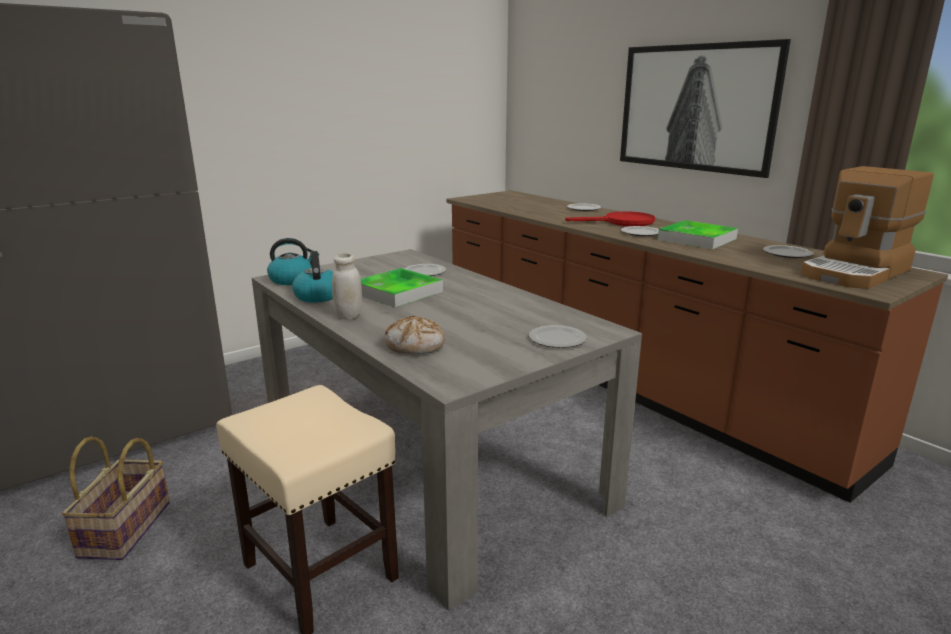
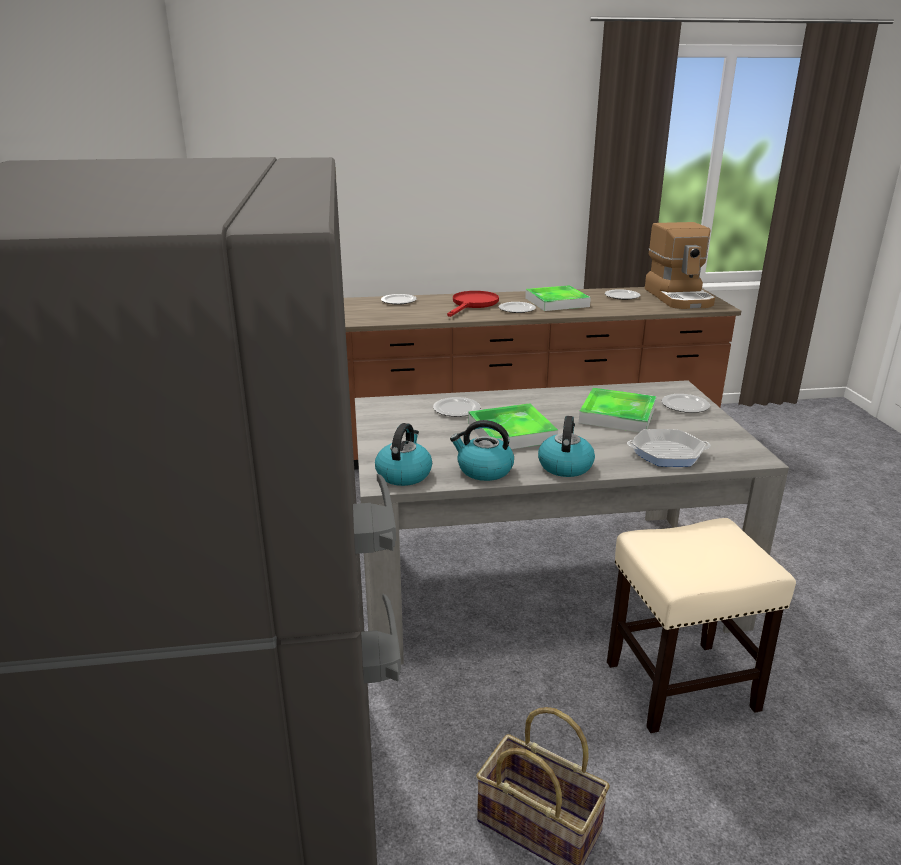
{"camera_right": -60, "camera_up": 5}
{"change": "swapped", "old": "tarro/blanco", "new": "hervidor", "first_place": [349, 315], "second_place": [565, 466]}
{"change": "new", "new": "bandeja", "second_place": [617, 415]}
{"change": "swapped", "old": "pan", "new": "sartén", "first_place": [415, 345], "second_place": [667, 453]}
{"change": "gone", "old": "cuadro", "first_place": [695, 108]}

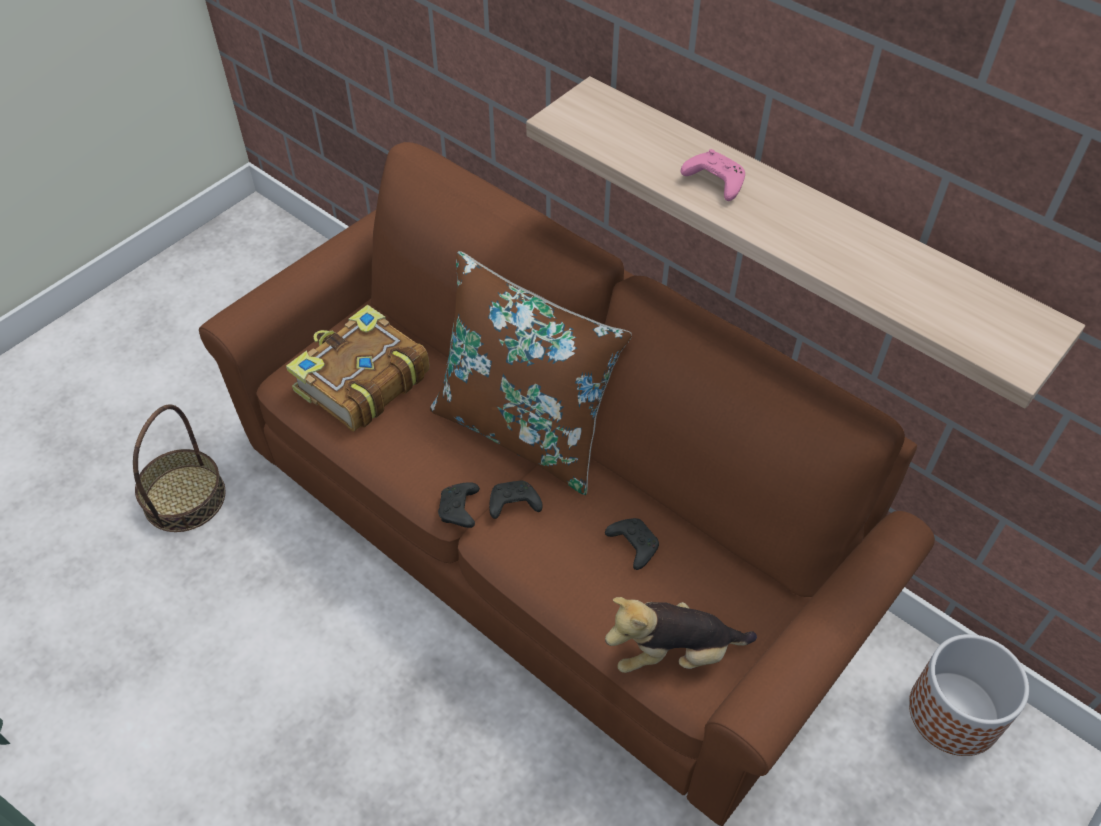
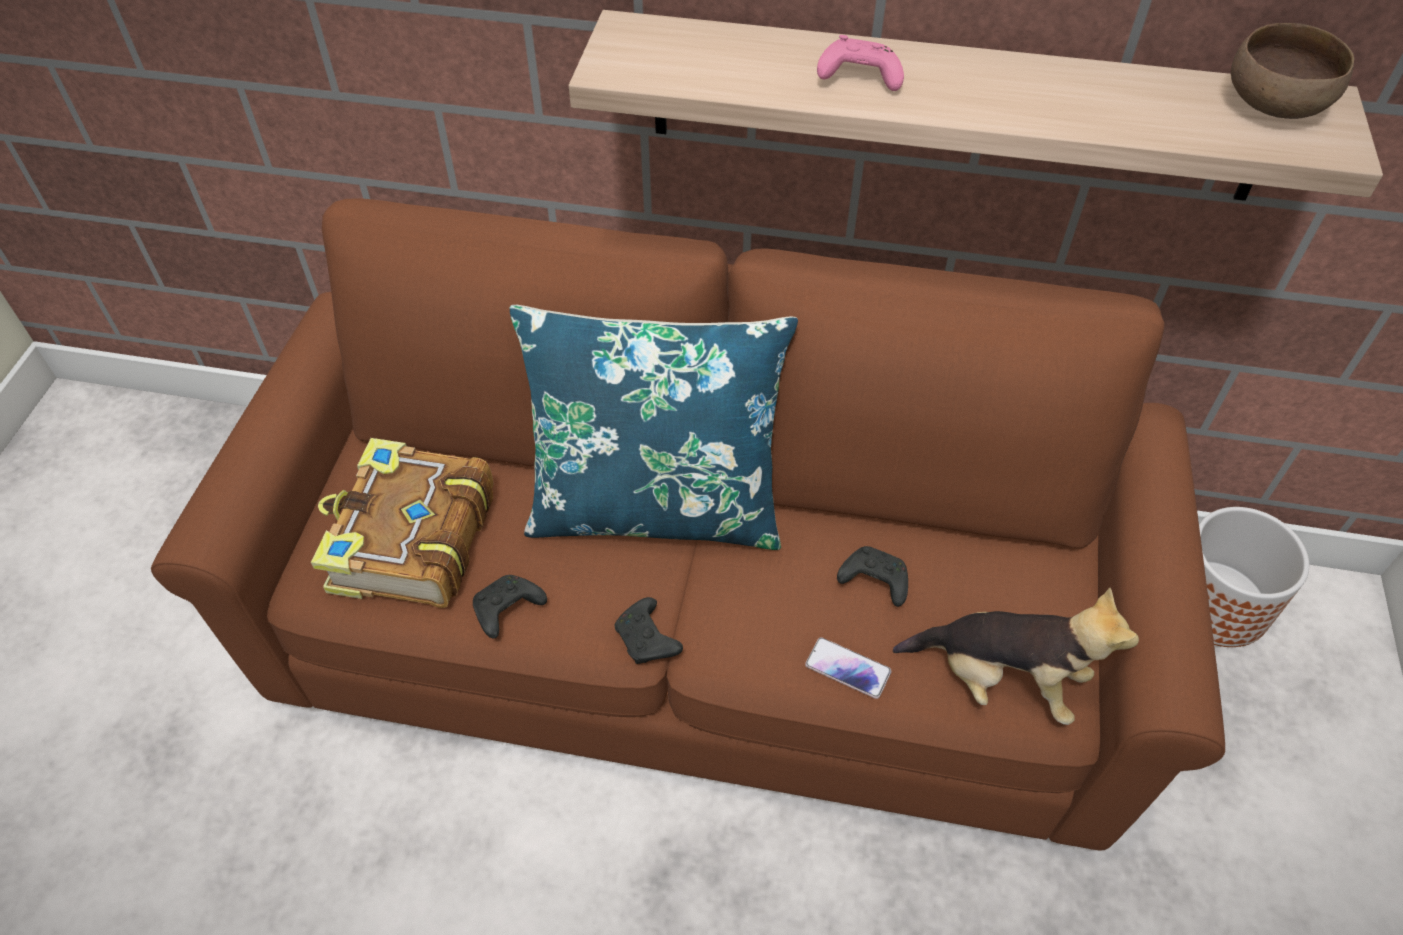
{"camera_right": -30, "camera_up": 0}
{"change": "shifted", "old": "mando de consola/negro", "first_place": [512, 505], "second_place": [506, 611]}
{"change": "repainted", "old": "cojín/marrón", "new": "cojín/azul", "first_place": [524, 430], "second_place": [656, 507]}
{"change": "new", "new": "móvil", "second_place": [848, 668]}
{"change": "rotated", "old": "peluche", "first_place": [673, 653], "second_place": [1002, 680], "degrees": -120}
{"change": "new", "new": "cuenco/marrón", "second_place": [1274, 107]}
{"change": "gone", "old": "cesta", "first_place": [184, 498]}

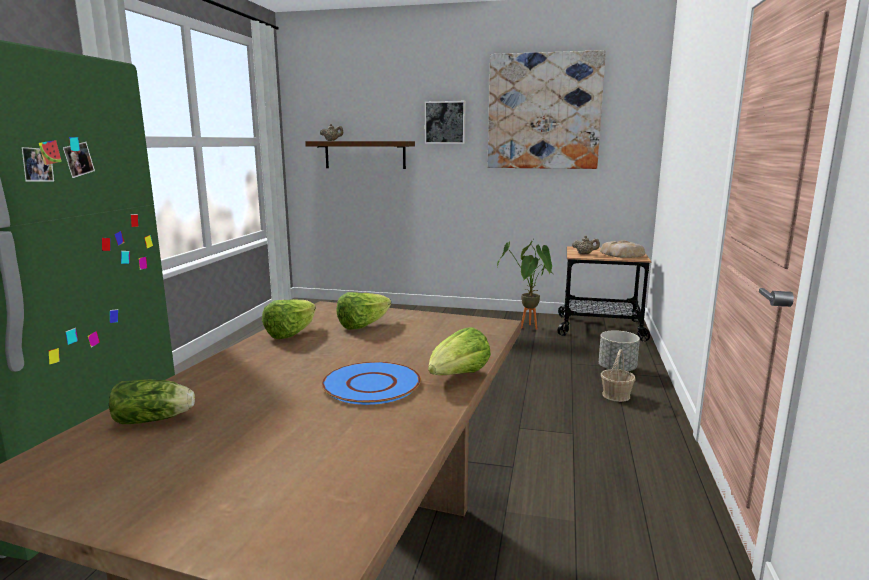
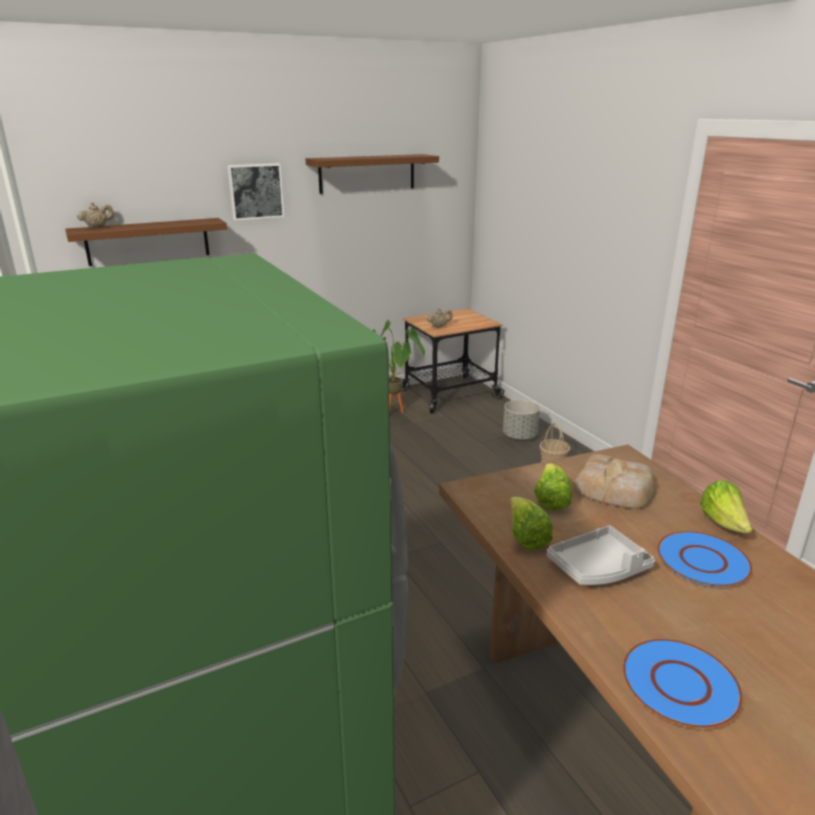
{"camera_right": -40, "camera_up": 10}
{"change": "swapped", "old": "cuadro", "new": "estante/marrón", "first_place": [544, 111], "second_place": [367, 173]}
{"change": "new", "new": "bandeja/gris", "second_place": [599, 568]}
{"change": "shifted", "old": "pan", "first_place": [622, 254], "second_place": [615, 488]}
{"change": "swapped", "old": "lechuga", "new": "plato/azul", "first_place": [156, 419], "second_place": [679, 684]}

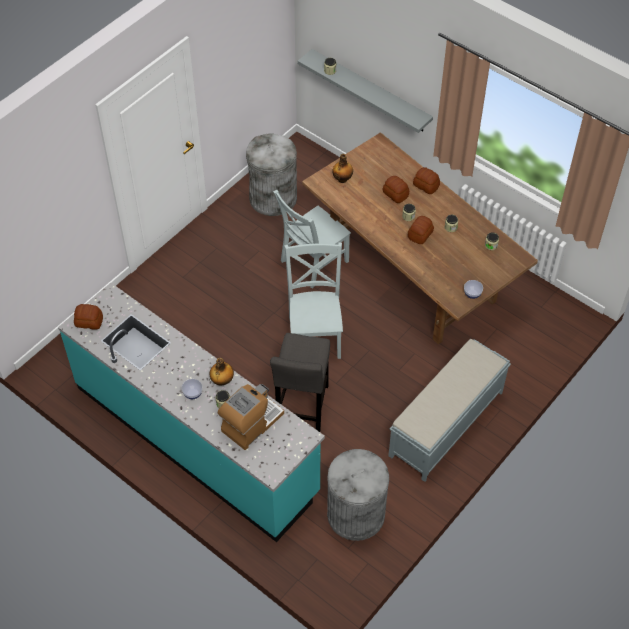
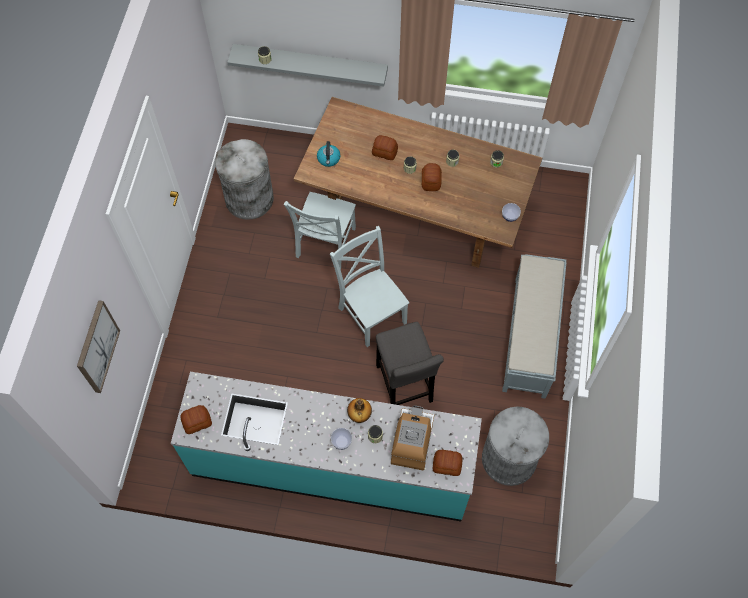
{"camera_right": -30, "camera_up": 10}
{"change": "new", "new": "cuadro", "second_place": [97, 347]}
{"change": "swapped", "old": "botella", "new": "hervidor", "first_place": [342, 179], "second_place": [329, 159]}
{"change": "shifted", "old": "pan", "first_place": [426, 185], "second_place": [446, 464]}

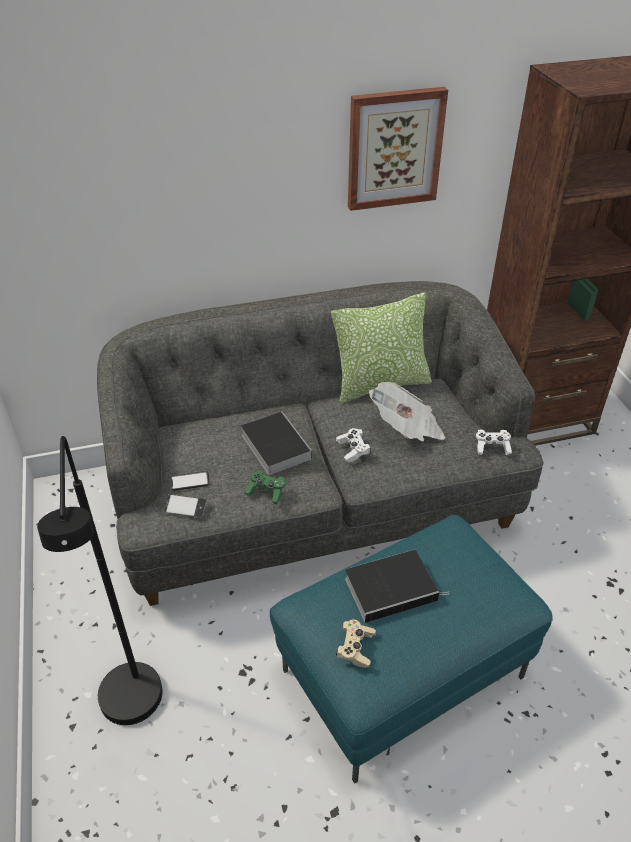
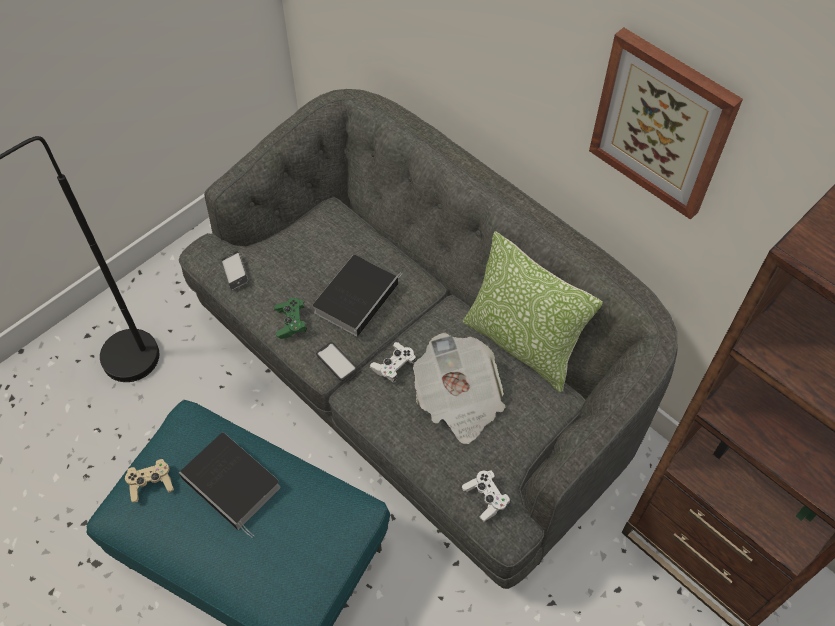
{"camera_right": 60, "camera_up": 15}
{"change": "shifted", "old": "móvil", "first_place": [189, 481], "second_place": [336, 361]}

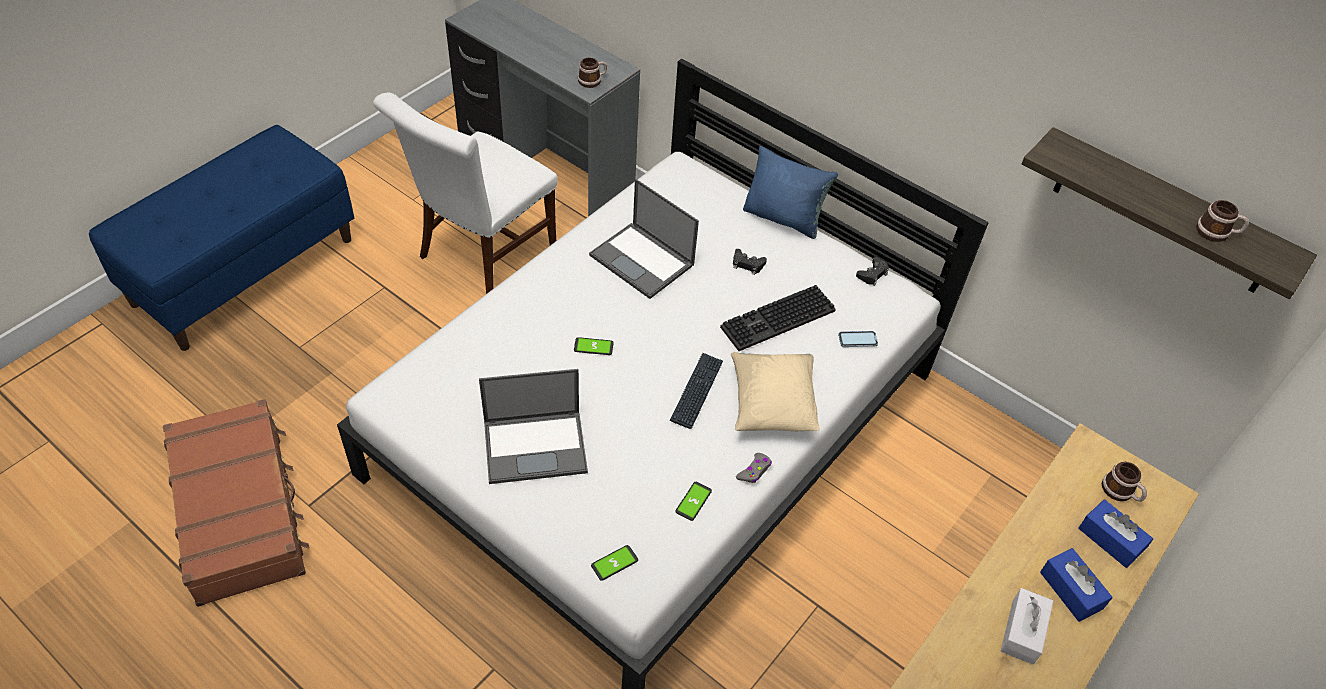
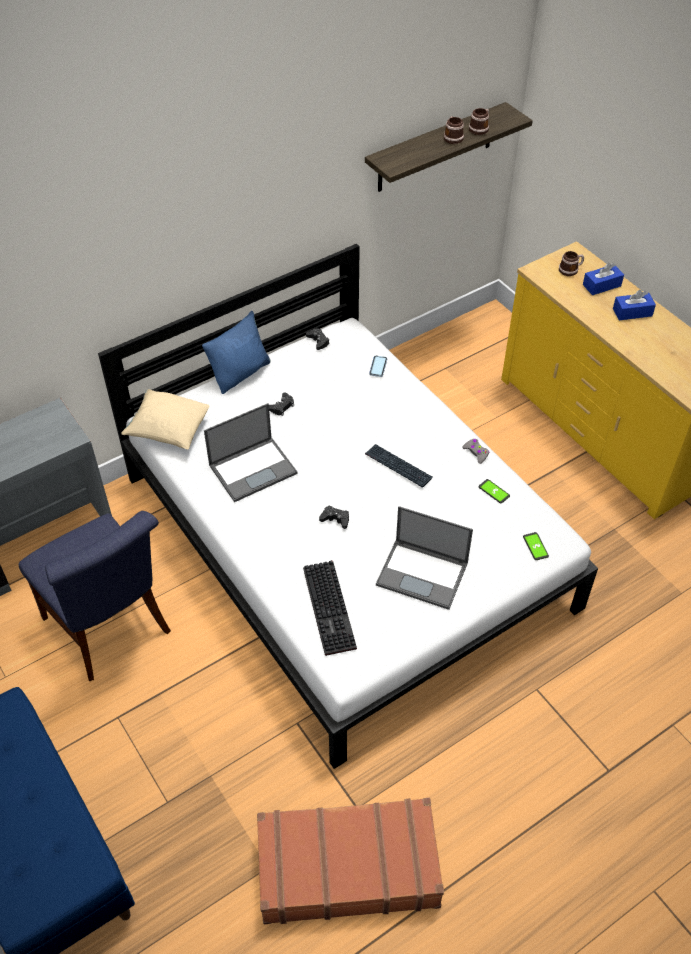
{"camera_right": -70, "camera_up": 0}
{"change": "repainted", "old": "silla/blanco", "new": "silla/azul", "first_place": [481, 255], "second_place": [111, 629]}
{"change": "shifted", "old": "cojín/beis", "first_place": [771, 405], "second_place": [168, 431]}
{"change": "shifted", "old": "teclado", "first_place": [777, 322], "second_place": [331, 609]}
{"change": "swapped", "old": "móvil", "new": "mando de consola/negro", "first_place": [593, 347], "second_place": [335, 519]}
{"change": "rotated", "old": "portátil", "first_place": [536, 446], "second_place": [423, 574], "degrees": 105}
{"change": "shifted", "old": "taza grande", "first_place": [592, 80], "second_place": [452, 137]}
{"change": "gone", "old": "caja de pañuelos/blanco", "first_place": [1022, 631]}

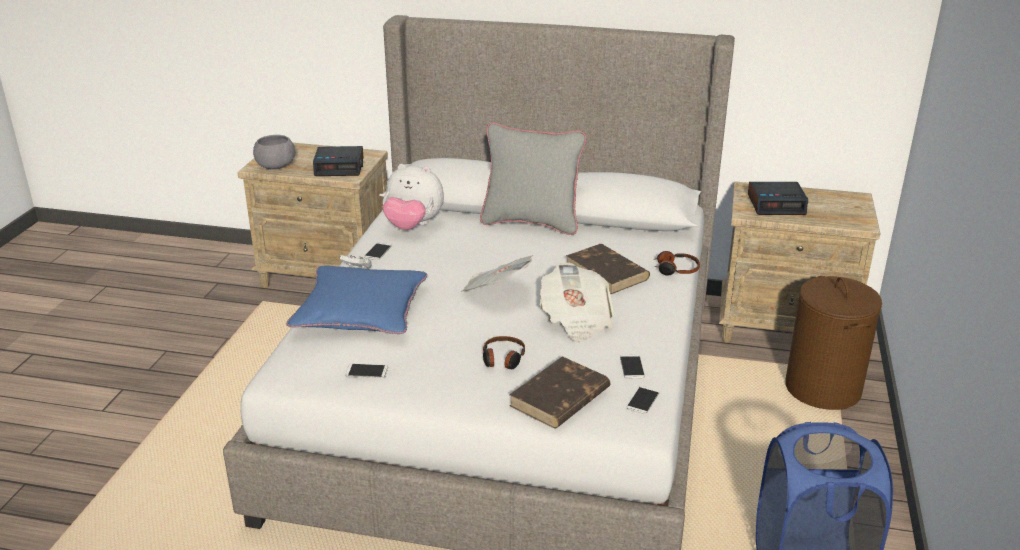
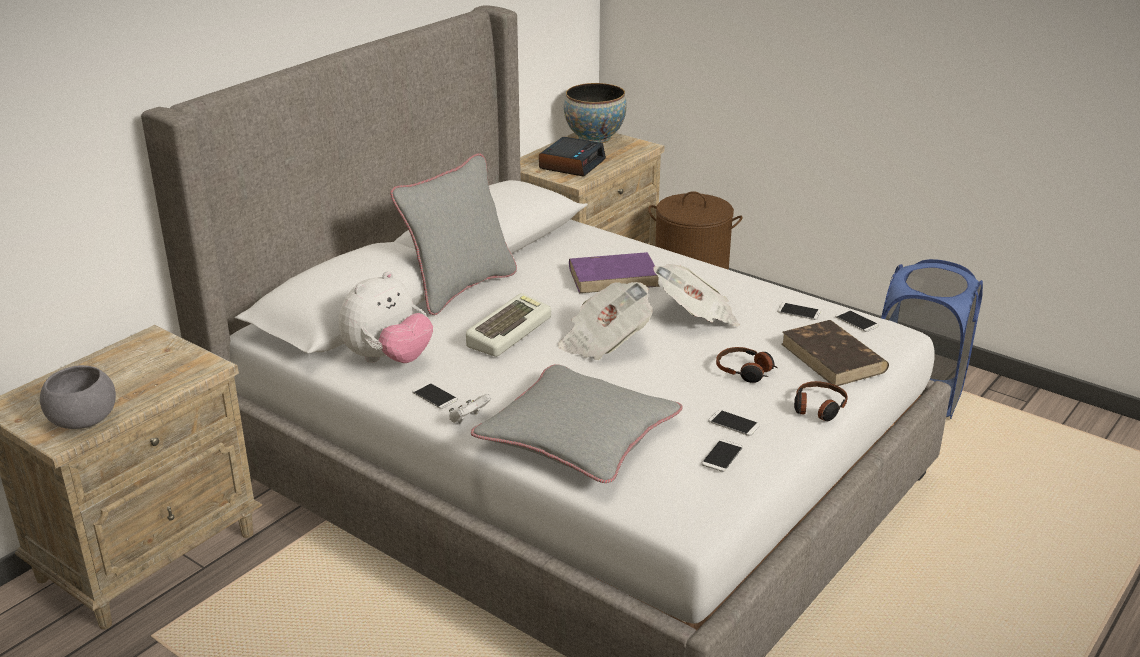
{"camera_right": -65, "camera_up": 0}
{"change": "new", "new": "teclado", "second_place": [508, 331]}
{"change": "repainted", "old": "cojín/azul", "new": "cojín/gris", "first_place": [360, 310], "second_place": [578, 436]}
{"change": "new", "new": "cuenco", "second_place": [594, 138]}
{"change": "repainted", "old": "libro/marrón", "new": "libro/morado", "first_place": [607, 272], "second_place": [614, 277]}
{"change": "new", "new": "móvil", "second_place": [734, 423]}
{"change": "shifted", "old": "auriculares", "first_place": [676, 269], "second_place": [818, 408]}
{"change": "gone", "old": "despertador", "first_place": [340, 167]}

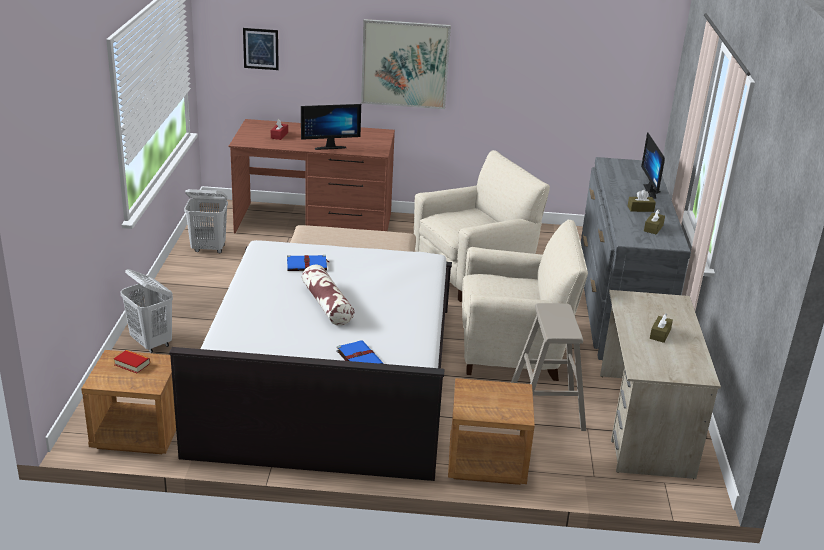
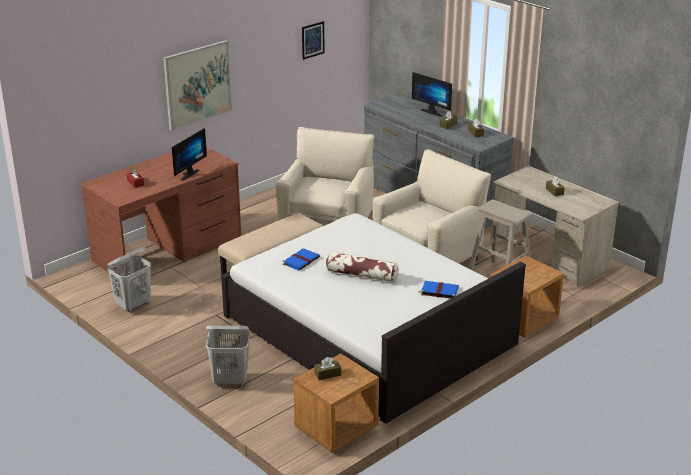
{"camera_right": -45, "camera_up": 0}
{"change": "shifted", "old": "cuadro", "first_place": [261, 49], "second_place": [313, 40]}
{"change": "swapped", "old": "libro", "new": "caja de pañuelos/marrón", "first_place": [132, 364], "second_place": [327, 374]}

